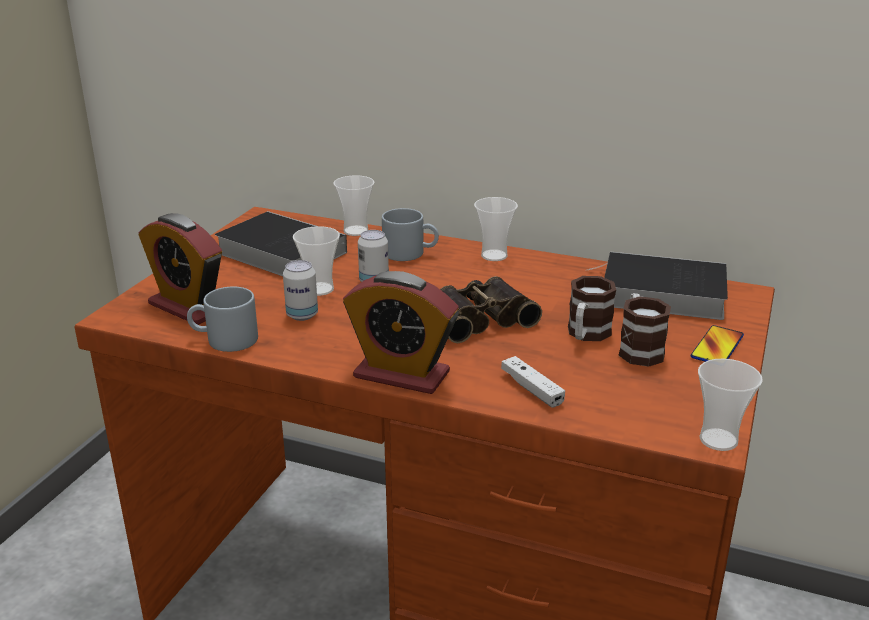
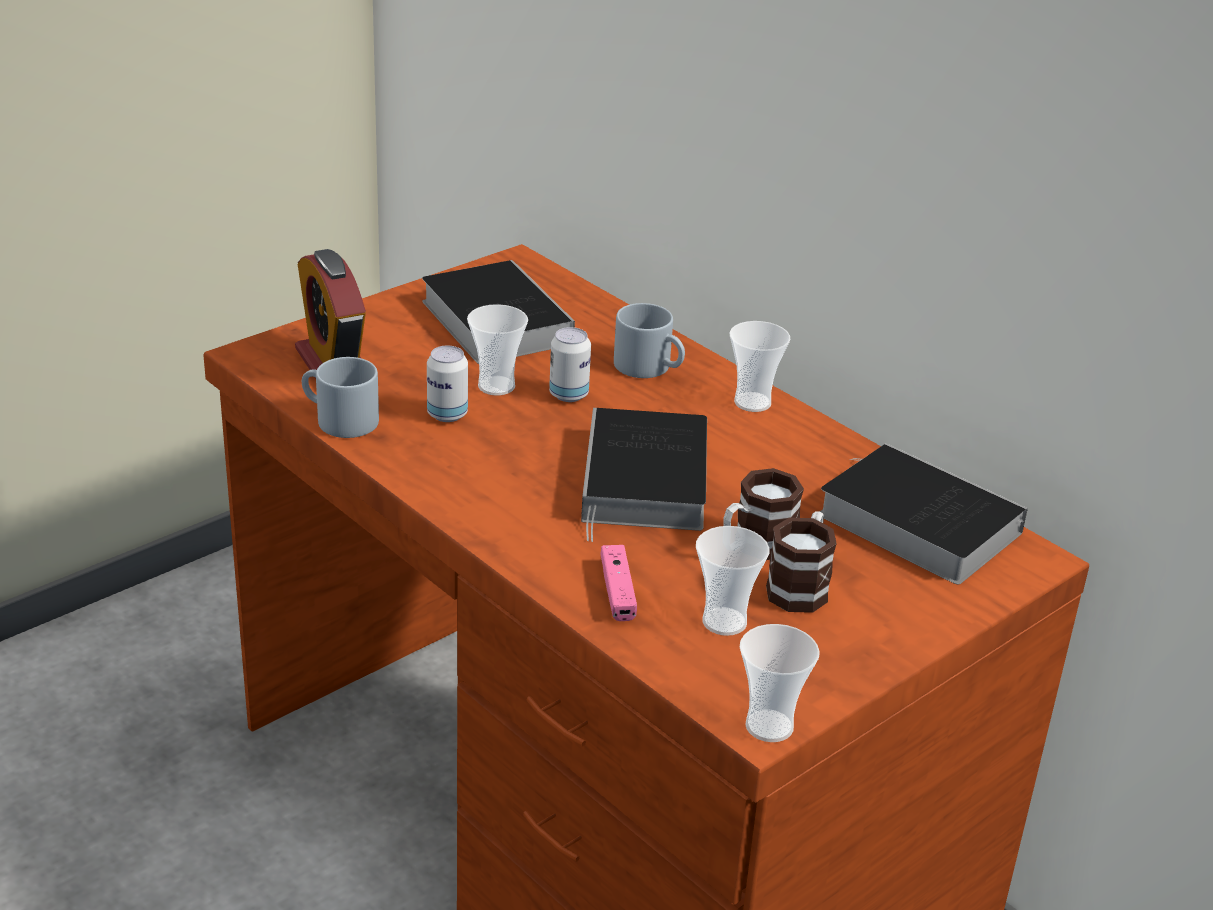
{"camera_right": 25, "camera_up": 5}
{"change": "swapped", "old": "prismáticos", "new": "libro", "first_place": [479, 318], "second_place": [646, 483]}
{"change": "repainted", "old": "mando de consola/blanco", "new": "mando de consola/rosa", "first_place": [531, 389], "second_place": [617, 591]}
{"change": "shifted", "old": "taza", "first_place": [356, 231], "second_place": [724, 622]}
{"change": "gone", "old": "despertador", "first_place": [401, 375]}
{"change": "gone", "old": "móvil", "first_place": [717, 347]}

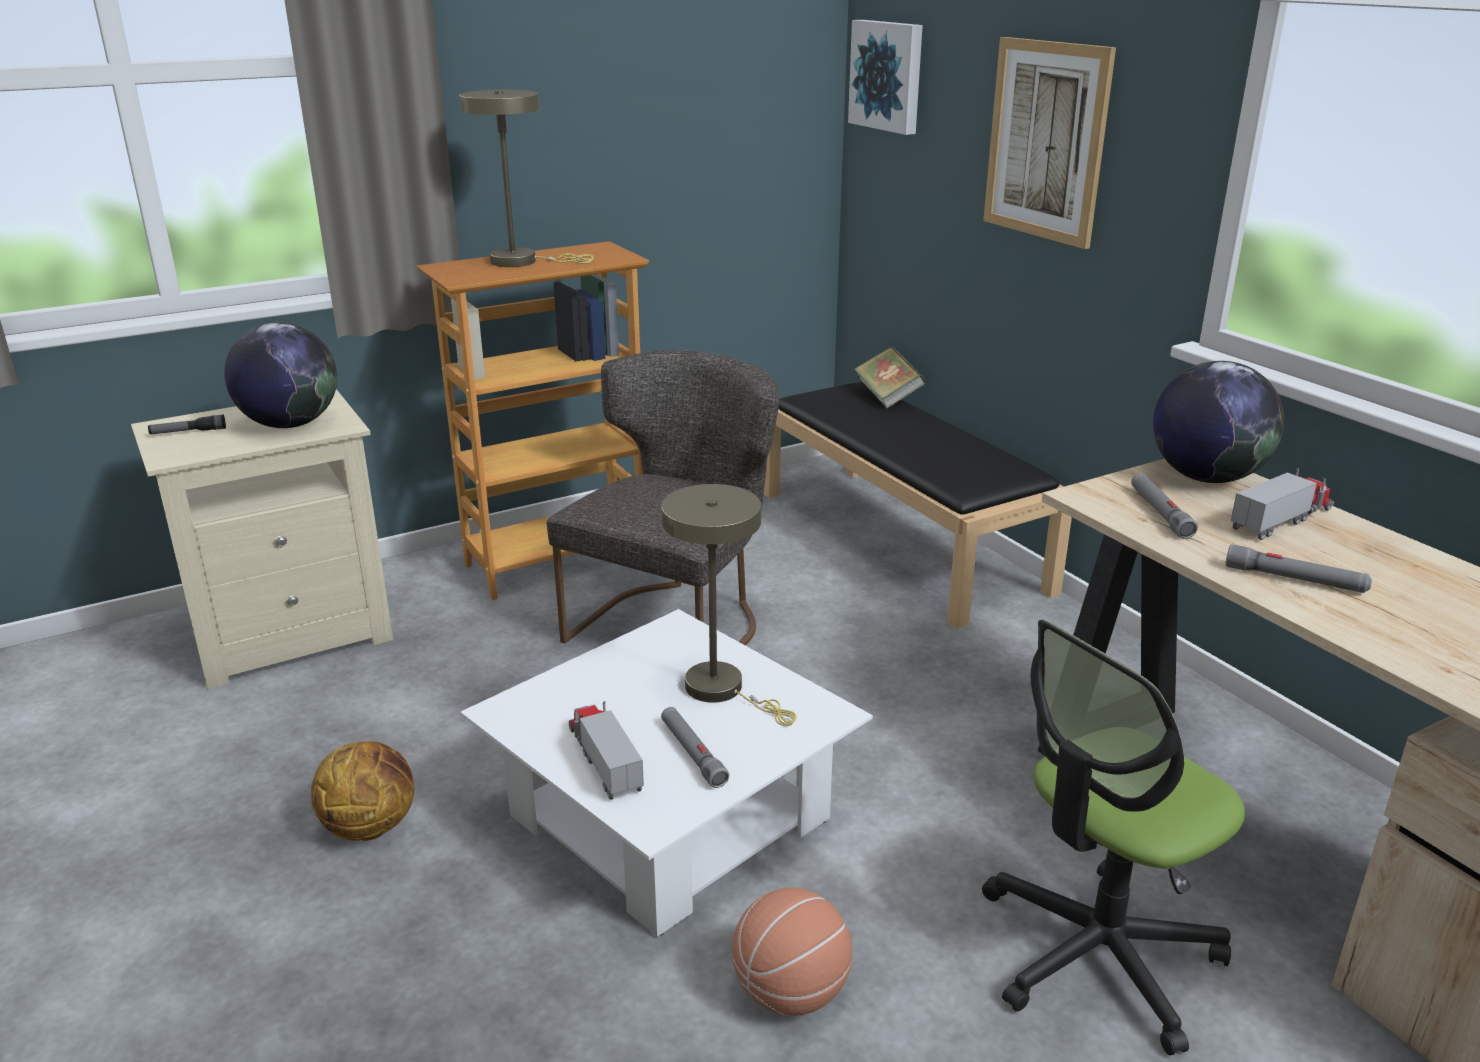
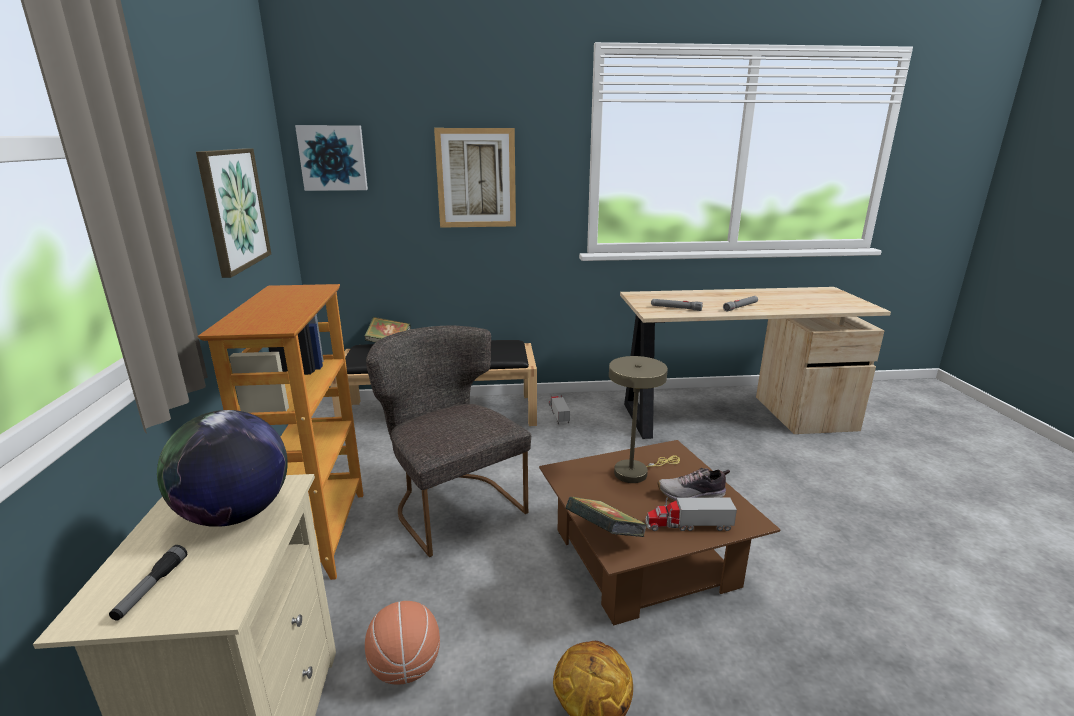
{"camera_right": -65, "camera_up": -5}
{"change": "new", "new": "cuadro", "second_place": [233, 209]}
{"change": "shifted", "old": "balón de baloncesto", "first_place": [791, 992], "second_place": [405, 667]}
{"change": "repainted", "old": "mesa de centro/blanco", "new": "mesa de centro/marrón", "first_place": [669, 817], "second_place": [643, 557]}
{"change": "shifted", "old": "camión de juguete", "first_place": [1282, 519], "second_place": [558, 413]}
{"change": "new", "new": "libro", "second_place": [604, 535]}
{"change": "swapped", "old": "linterna/gris", "new": "zapato", "first_place": [692, 753], "second_place": [692, 495]}
{"change": "gone", "old": "lámpara de mesa/beis", "first_place": [522, 261]}
{"change": "gone", "old": "silla de oficina", "first_place": [1098, 954]}
{"change": "gone", "old": "globo terráqueo", "first_place": [1206, 477]}

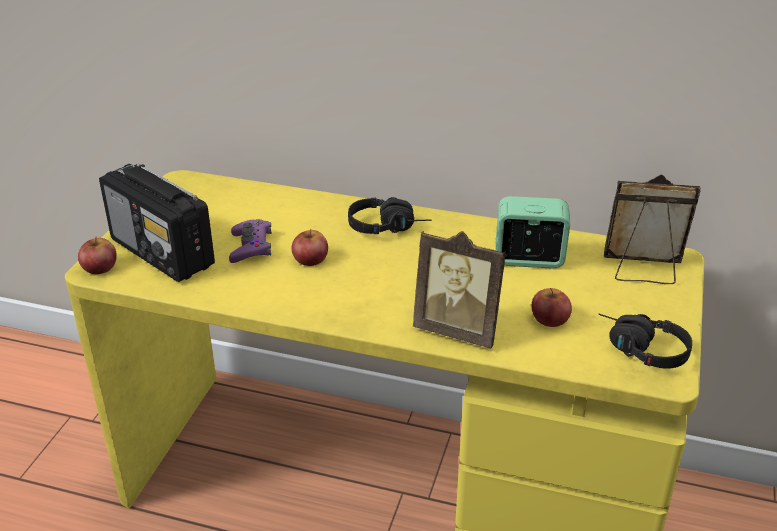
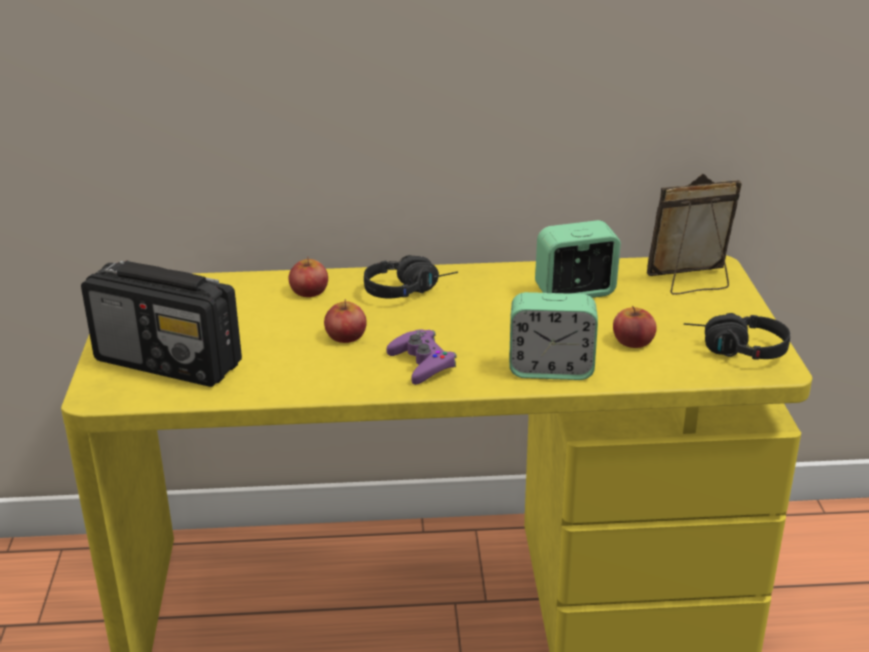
{"camera_right": -20, "camera_up": -5}
{"change": "shifted", "old": "manzana", "first_place": [99, 267], "second_place": [309, 291]}
{"change": "shifted", "old": "mando de consola/morado", "first_place": [251, 247], "second_place": [422, 363]}
{"change": "swapped", "old": "portarretratos", "new": "despertador", "first_place": [458, 329], "second_place": [551, 369]}

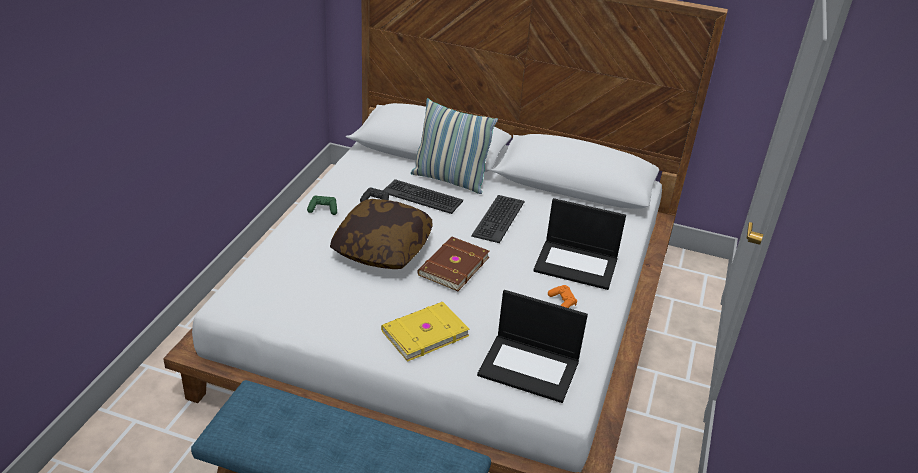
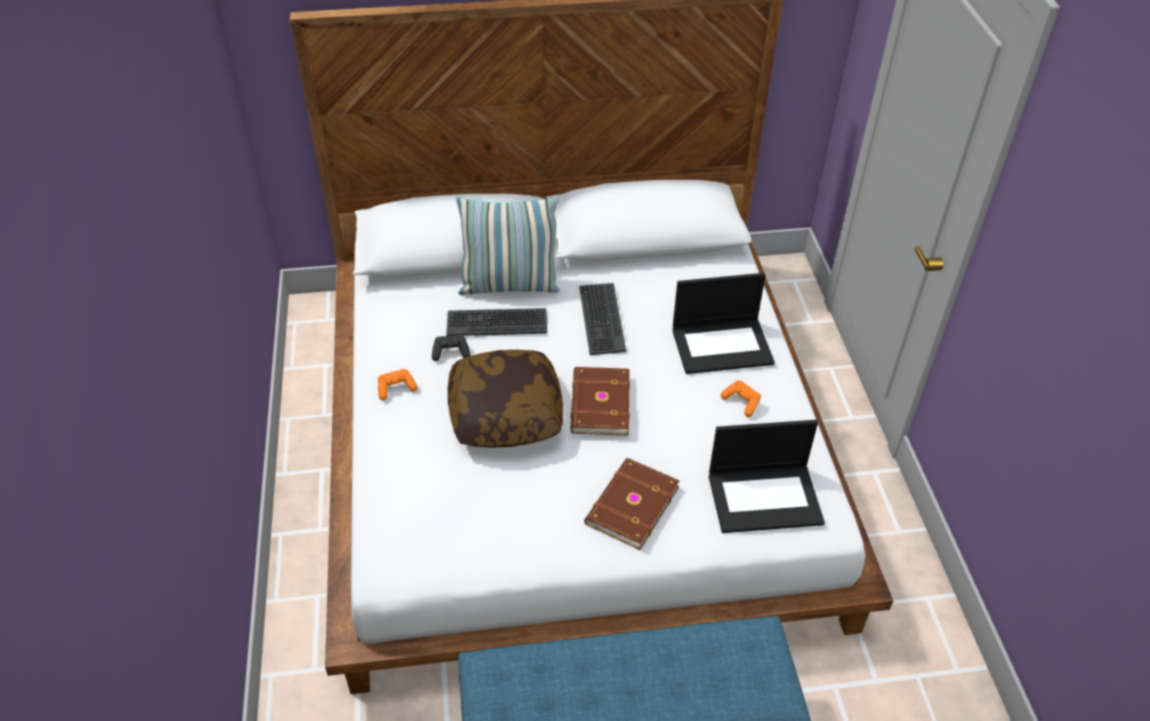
{"camera_right": -25, "camera_up": 10}
{"change": "repainted", "old": "mando de consola/verde", "new": "mando de consola/naranja", "first_place": [323, 209], "second_place": [396, 388]}
{"change": "repainted", "old": "libro/amarillo", "new": "libro/marrón", "first_place": [423, 333], "second_place": [630, 505]}

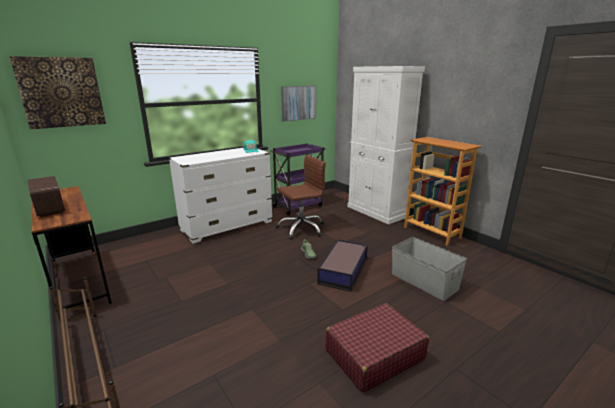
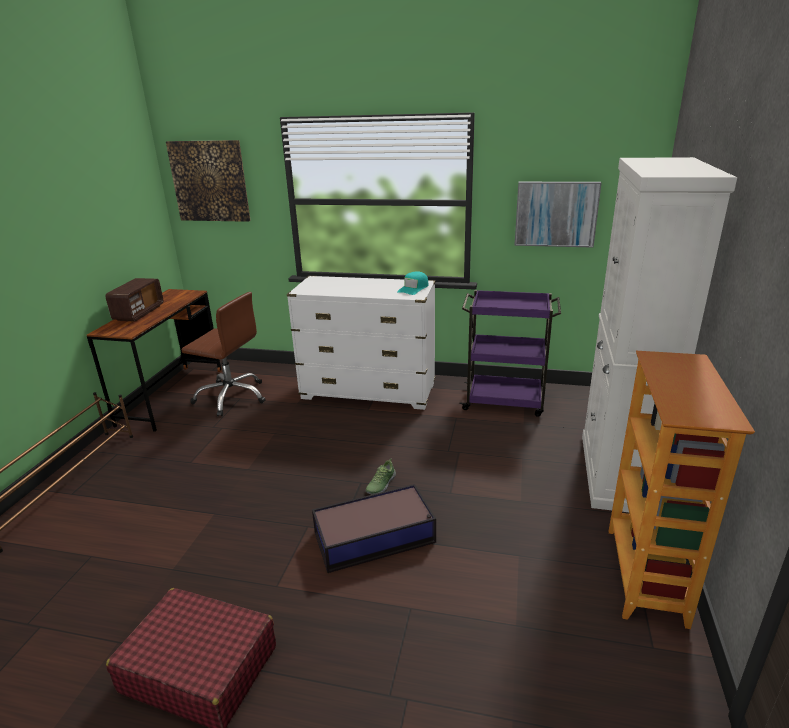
{"camera_right": 50, "camera_up": 5}
{"change": "shifted", "old": "silla de oficina/marrón", "first_place": [301, 228], "second_place": [231, 397]}
{"change": "gone", "old": "caja de almacenaje/gris", "first_place": [424, 281]}

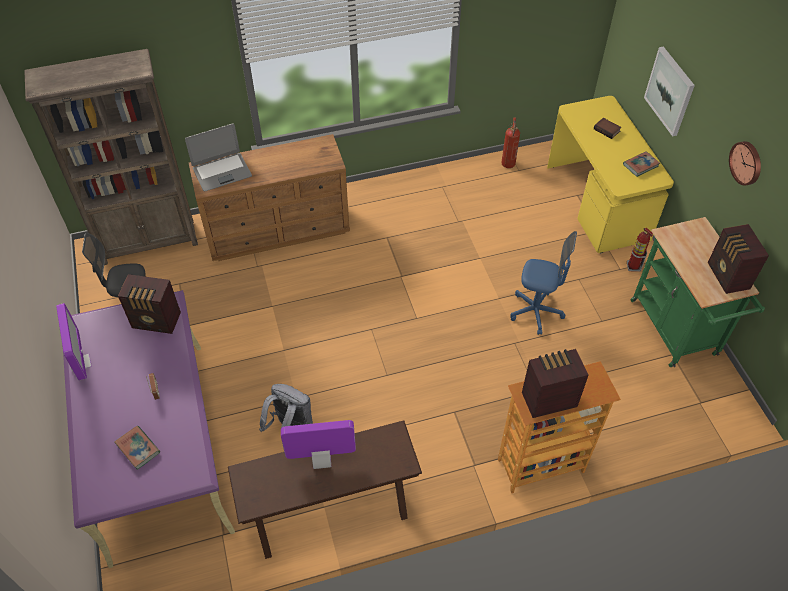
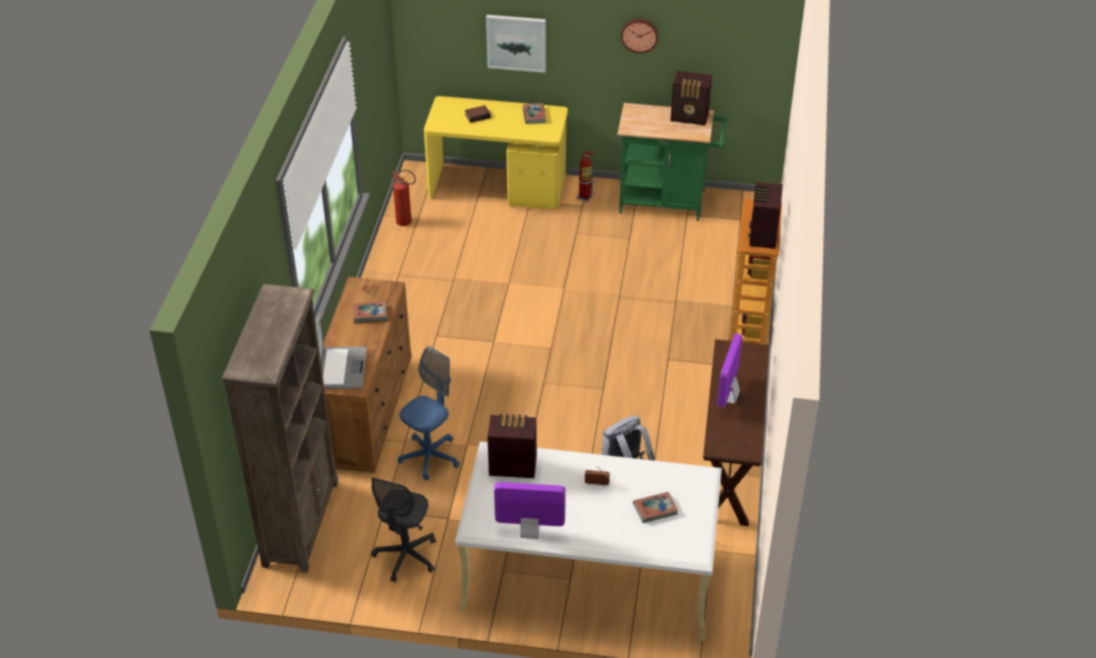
{"camera_right": -65, "camera_up": -10}
{"change": "new", "new": "libro", "second_place": [370, 314]}
{"change": "shifted", "old": "silla de oficina/azul", "first_place": [536, 312], "second_place": [429, 457]}
{"change": "repainted", "old": "escritorio/morado", "new": "escritorio/blanco", "first_place": [158, 446], "second_place": [588, 575]}
{"change": "rotated", "old": "radio", "first_place": [157, 321], "second_place": [512, 465], "degrees": -120}

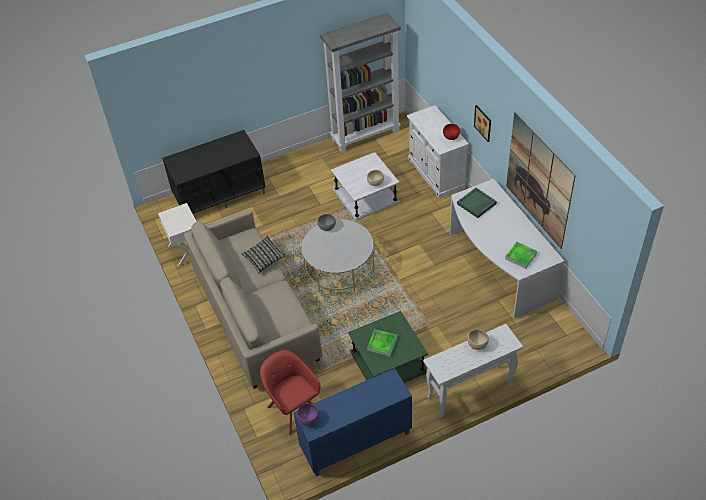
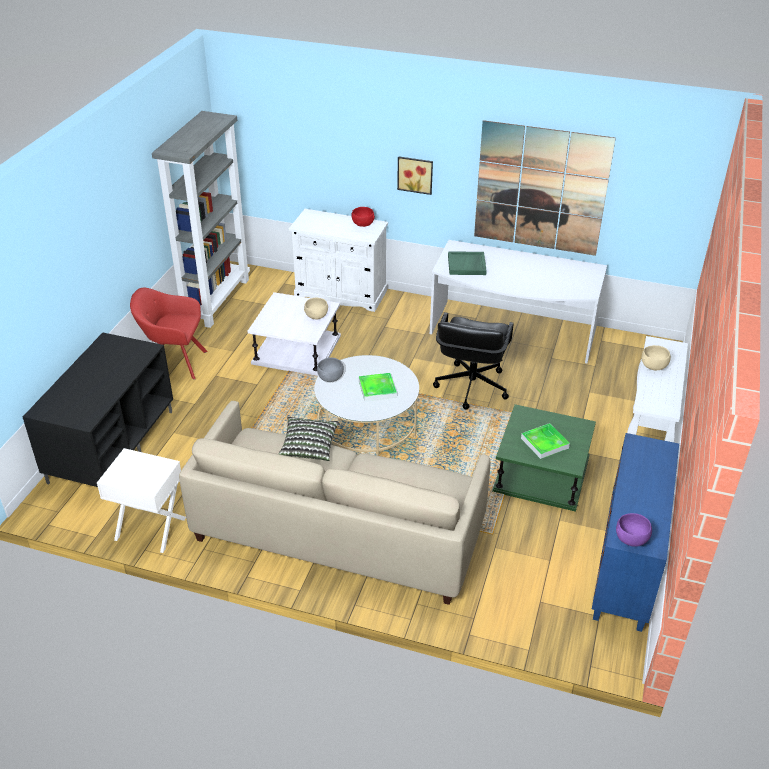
{"camera_right": -50, "camera_up": -10}
{"change": "shifted", "old": "sillón/rojo", "first_place": [293, 408], "second_place": [174, 362]}
{"change": "shifted", "old": "bandeja", "first_place": [521, 256], "second_place": [377, 389]}
{"change": "new", "new": "silla de oficina/negro", "second_place": [471, 386]}

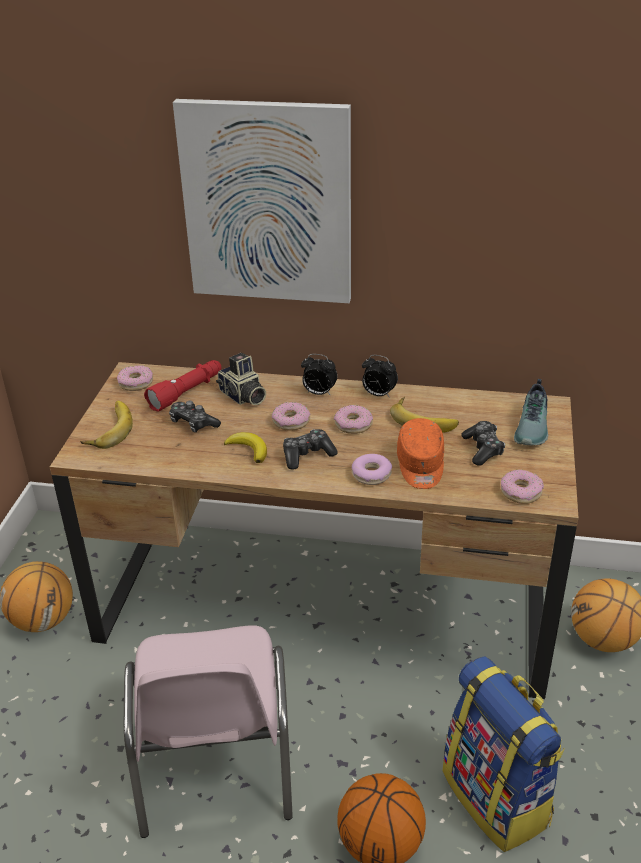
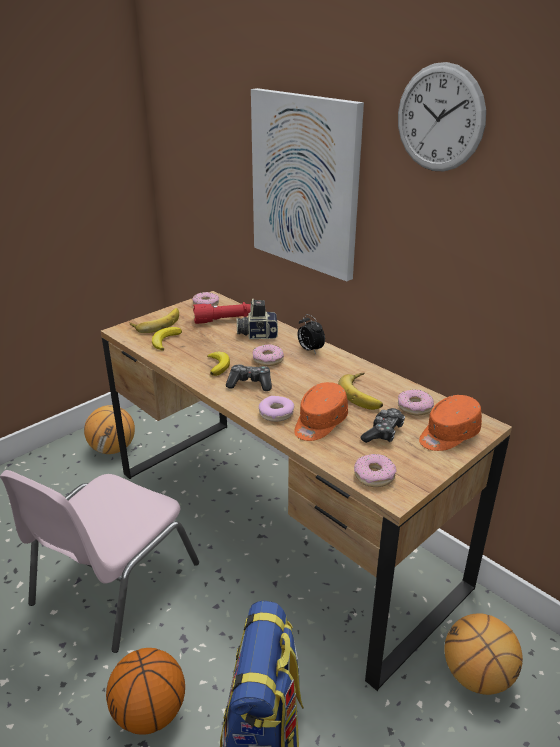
{"camera_right": 35, "camera_up": -5}
{"change": "new", "new": "plátano", "second_place": [165, 340]}
{"change": "rotated", "old": "cámara", "first_place": [242, 397], "second_place": [257, 334], "degrees": 90}
{"change": "new", "new": "reloj de pared", "second_place": [440, 118]}
{"change": "shifted", "old": "rosquilla", "first_place": [353, 424], "second_place": [415, 407]}
{"change": "swapped", "old": "zapato", "new": "gorra/naranja", "first_place": [533, 427], "second_place": [448, 435]}
{"change": "gone", "old": "mando de consola", "first_place": [193, 423]}
{"change": "gone", "old": "despertador", "first_place": [378, 394]}

